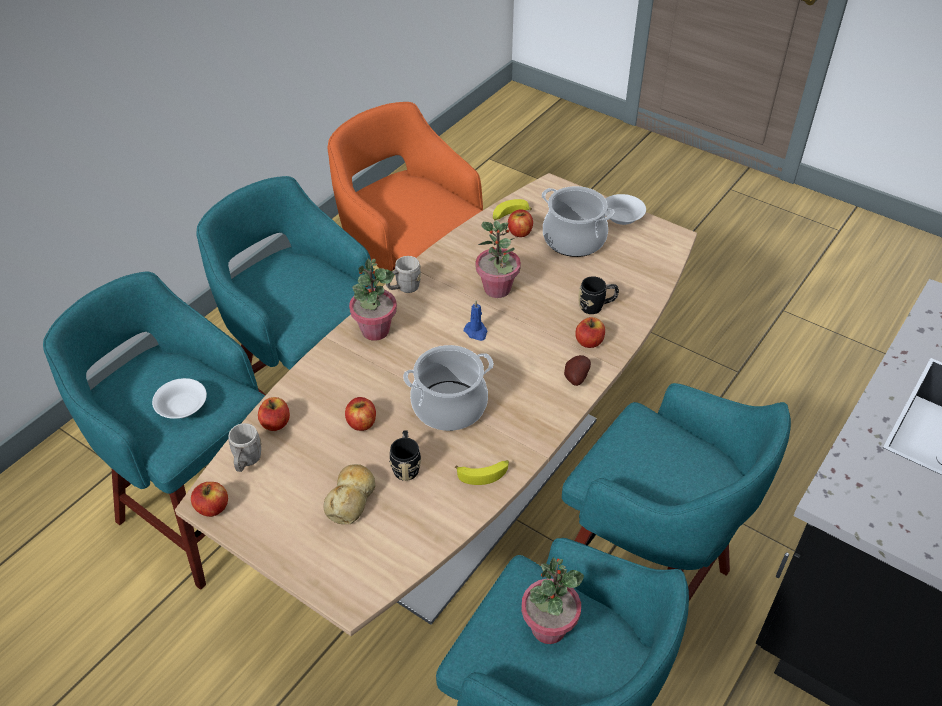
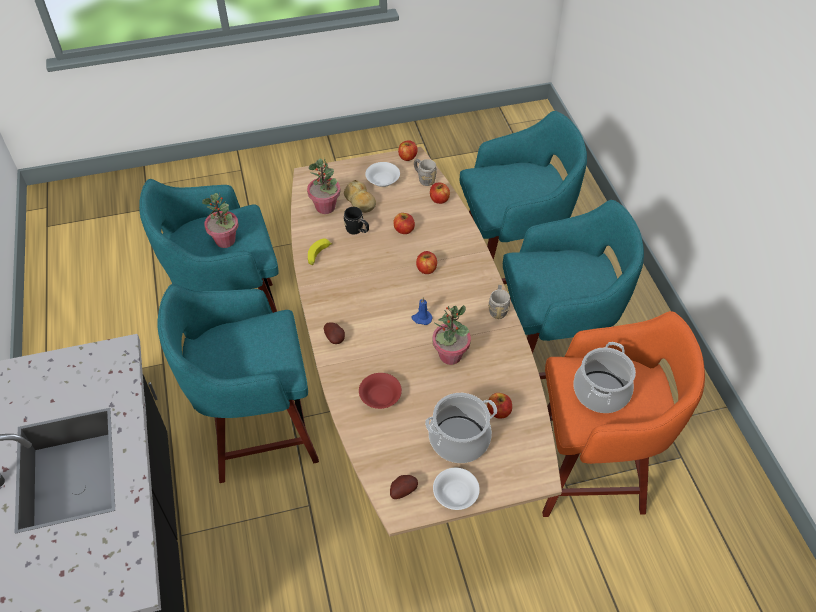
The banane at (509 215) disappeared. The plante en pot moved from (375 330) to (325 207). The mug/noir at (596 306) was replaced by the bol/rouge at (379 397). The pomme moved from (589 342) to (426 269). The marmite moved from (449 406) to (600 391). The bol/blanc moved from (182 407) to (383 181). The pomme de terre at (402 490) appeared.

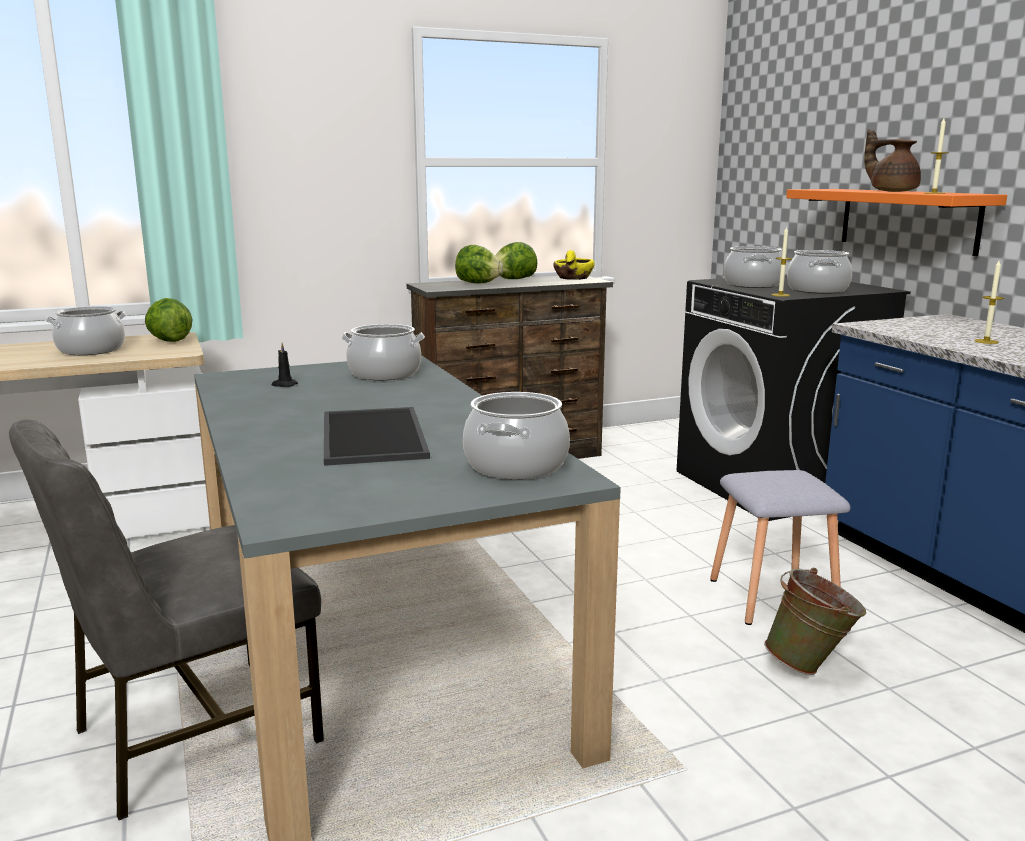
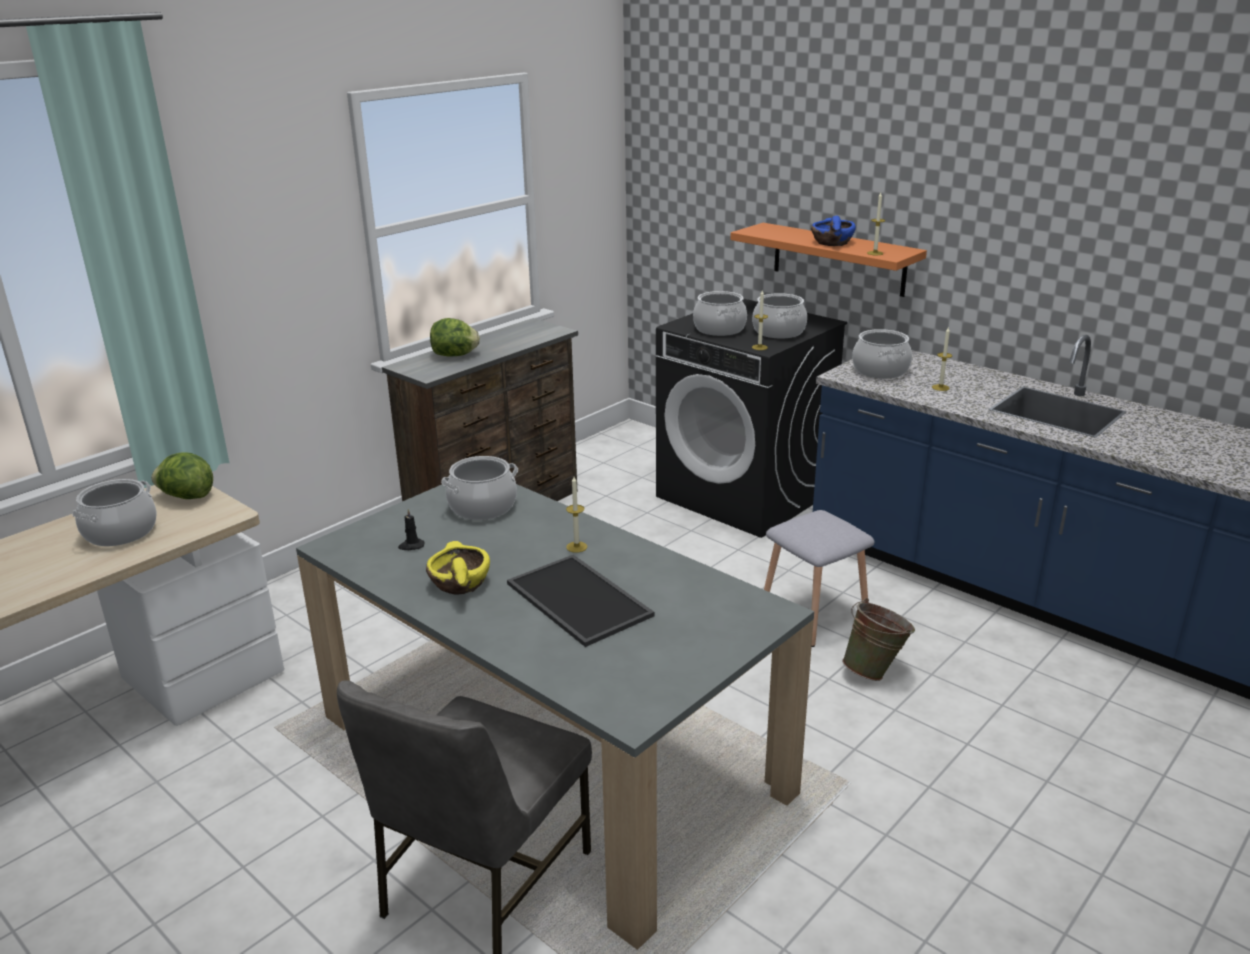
The théière/marron at (891 191) was replaced by the bol/bleu at (832 242). The laitue at (514 279) disappeared. The bol/jaune moved from (573 278) to (459 583). The marmite moved from (516 465) to (881 370). The bougie at (576 547) appeared.

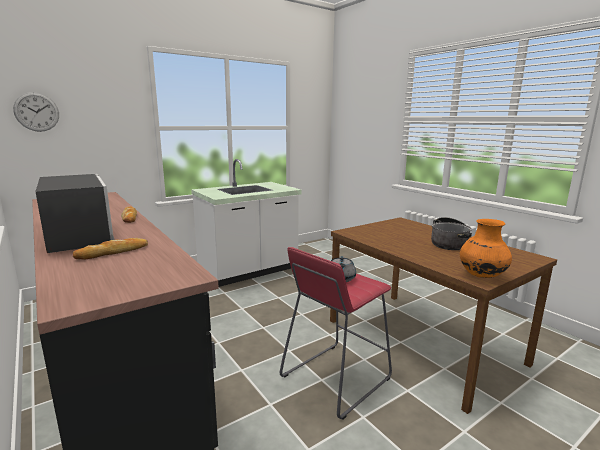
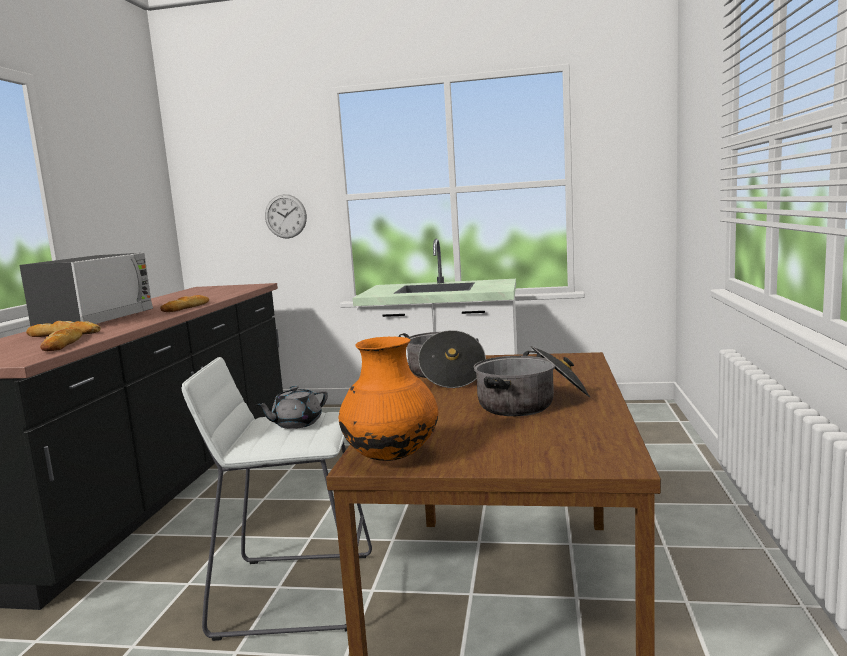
The horloge murale moved from (36 112) to (285 216). The tabouret/rouge at (335 378) became the tabouret/blanc at (295 593). The pain at (63 344) appeared. The marmite at (443 375) appeared.

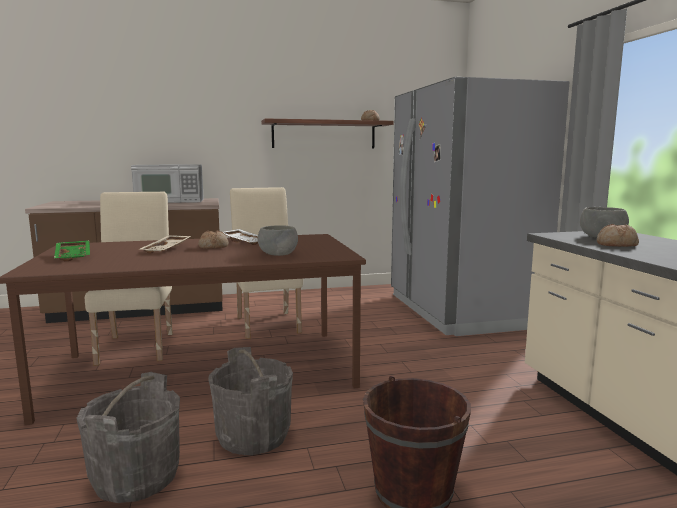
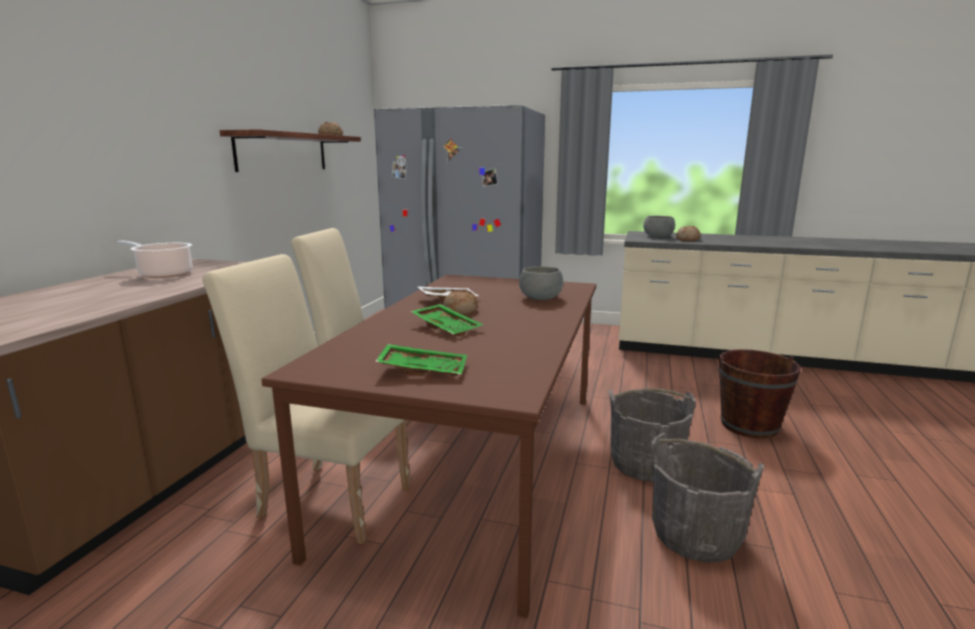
The micro-ondes at (170 201) was replaced by the marmite at (163 274). The plateau/beige at (167 249) became the plateau/vert at (447 327).

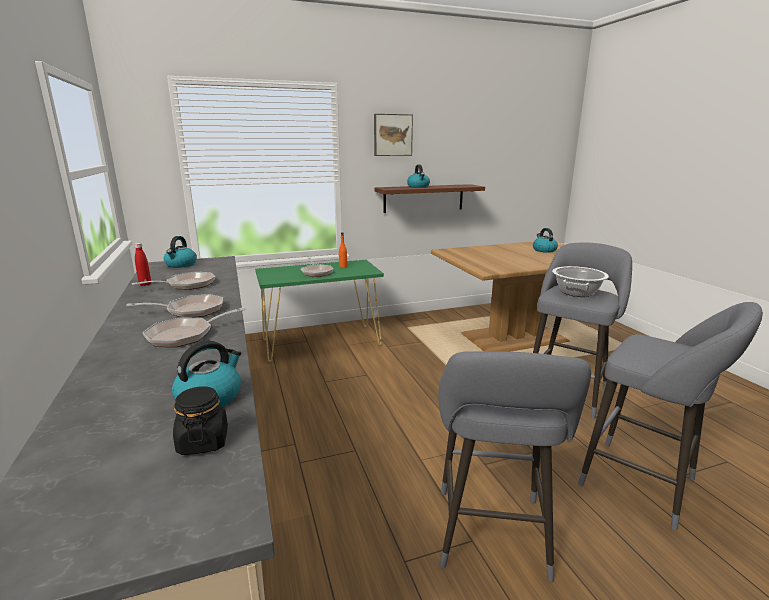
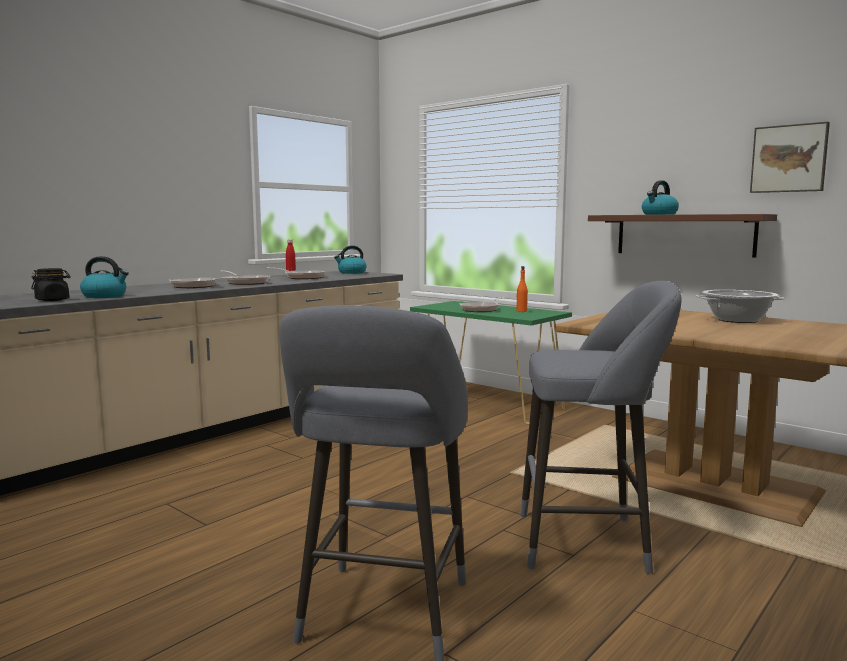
The tableau moved from (392 135) to (789 159). The bouilloire at (544 250) disappeared. The marmite moved from (576 292) to (737 320). The tabouret/gris at (492 538) disappeared.

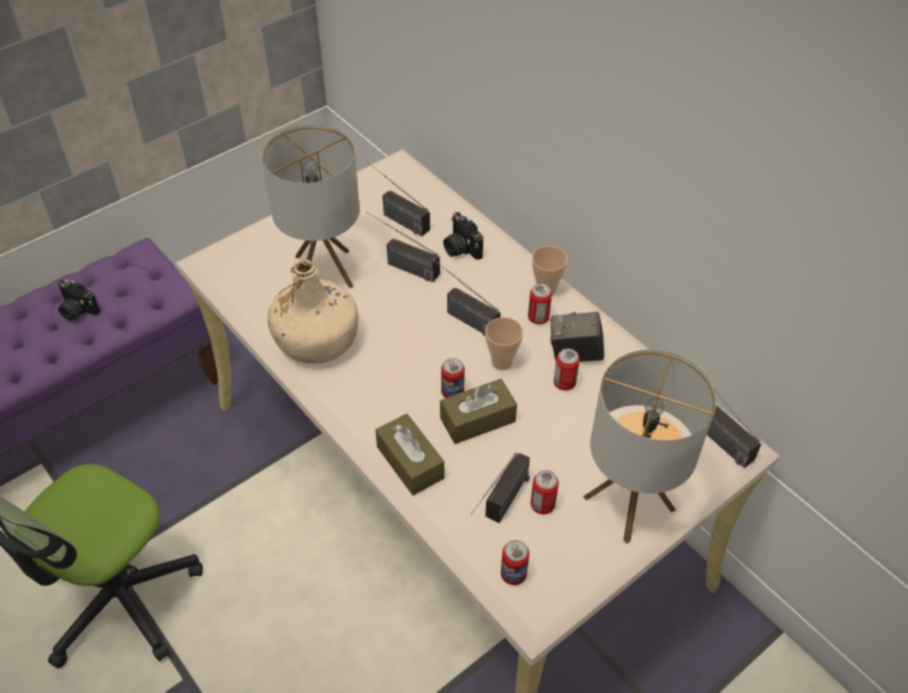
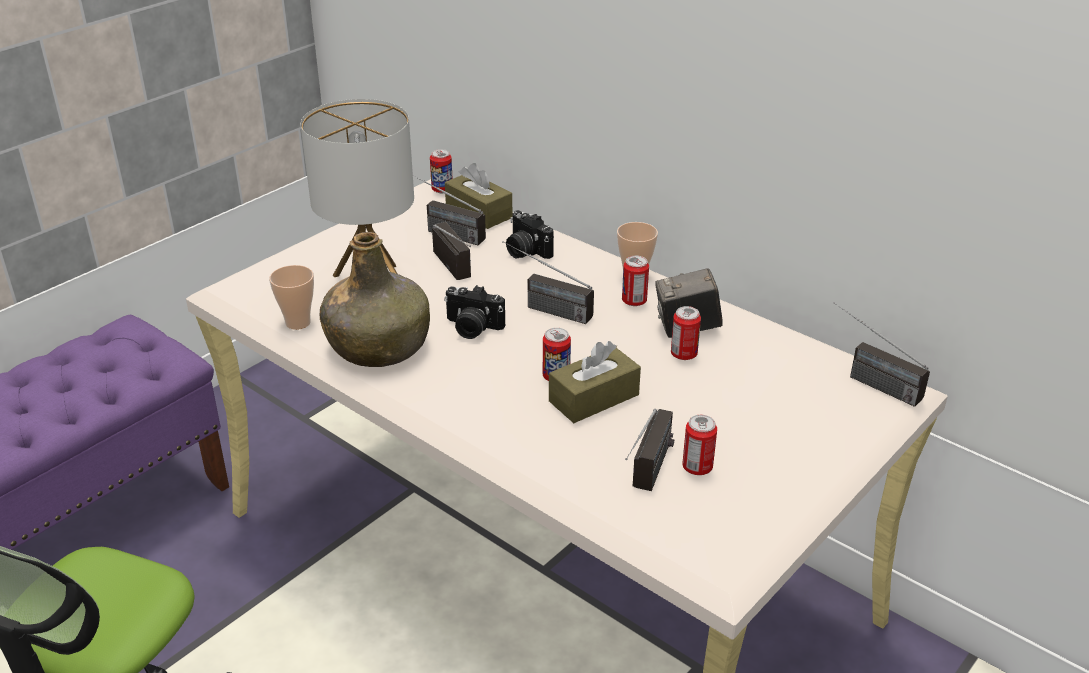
The radio at (400 265) turned 135 degrees counterclockwise. The bouteille/beige at (317 339) became the bouteille/vert at (379 346). The appareil photo moved from (77 310) to (472 328). The tasse moved from (502 362) to (298 323). The lampe de table at (628 503) disappeared. The boîte à mouchoirs/marron moved from (410 462) to (478 212). The boîte métallique moved from (513 574) to (442 190).

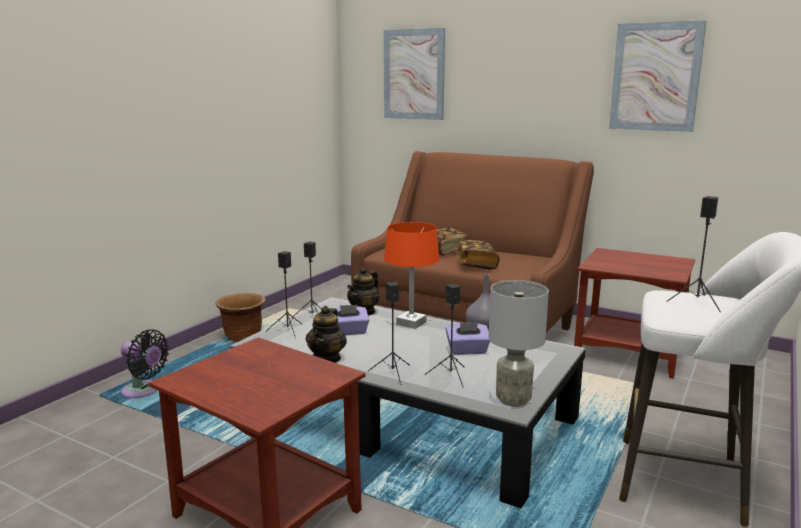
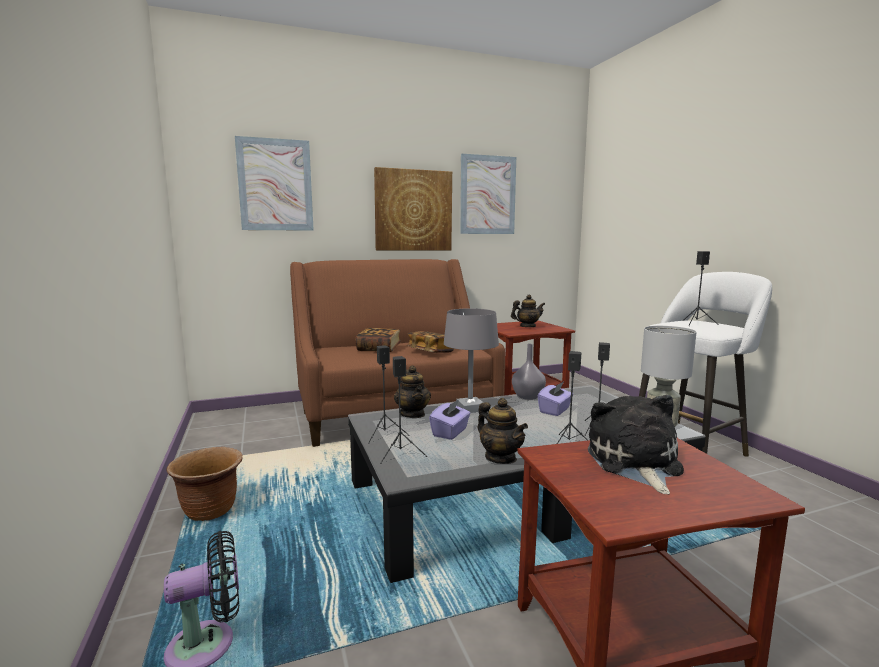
The lampe de table/orange at (411 323) became the lampe de table/gris at (470 408). The tableau at (413 210) appeared. The théière at (527 326) appeared. The peluche at (634 463) appeared.

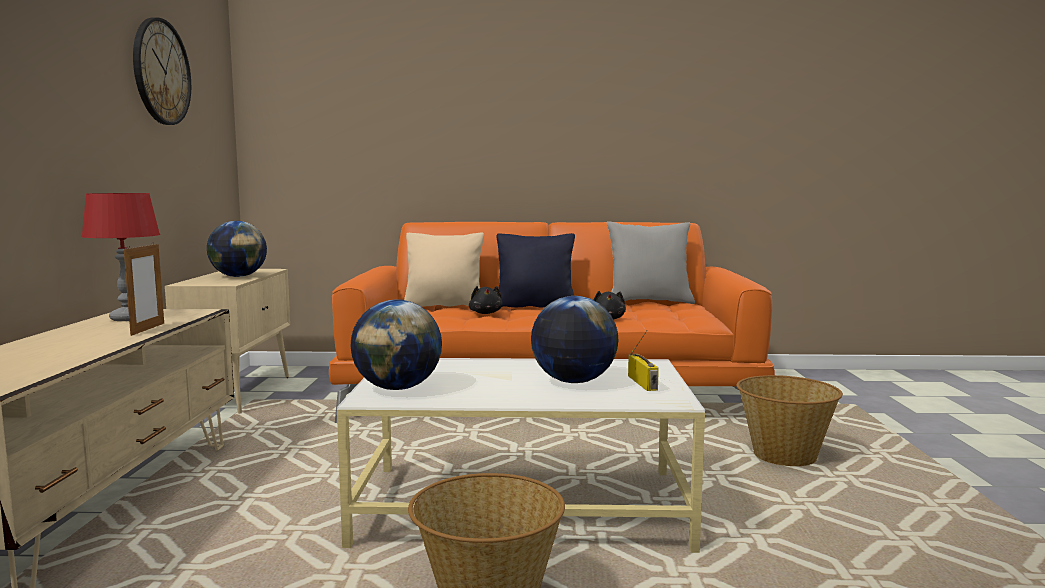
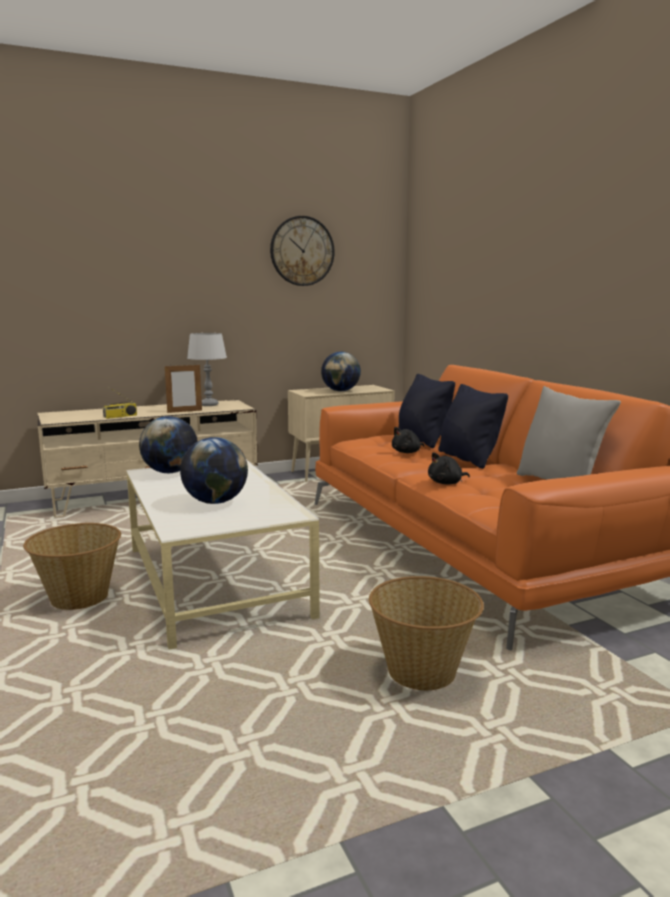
The lampe de table/rouge at (128 318) became the lampe de table/gris at (209 405). The coussin/beige at (444 305) became the coussin/noir at (422 440). The radio moved from (643 383) to (120 416).

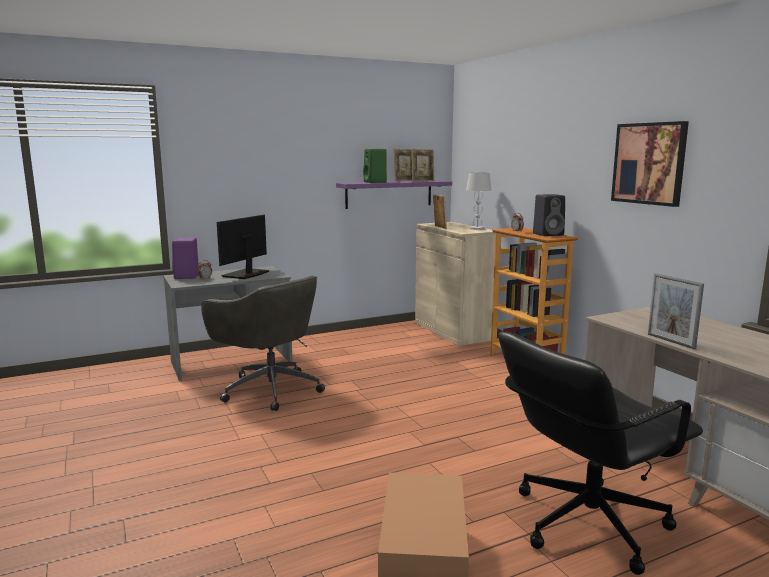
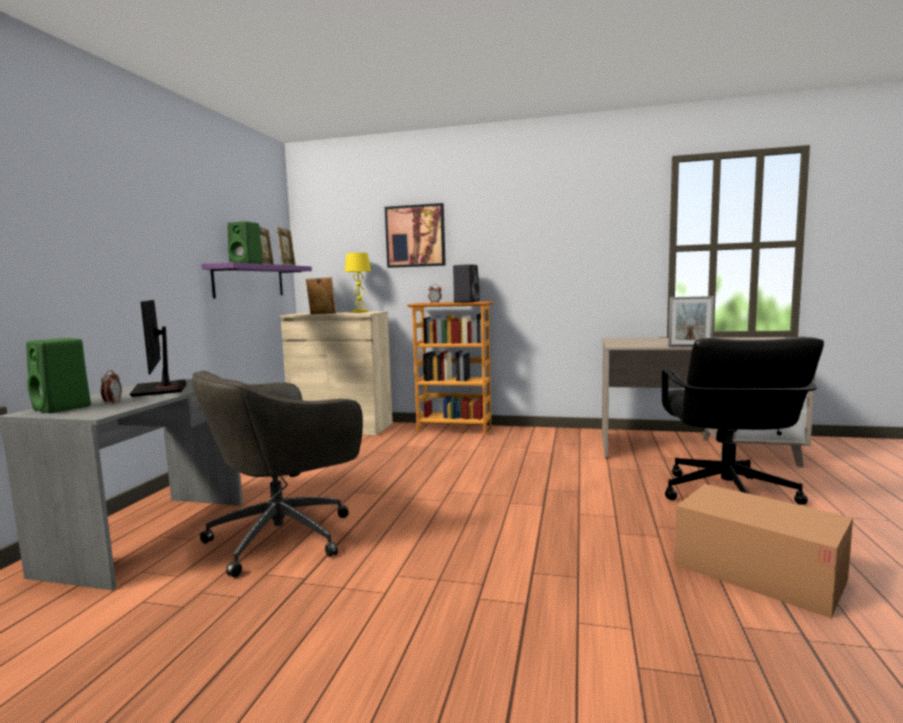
The tableau moved from (649 163) to (415 236). The lampe de table/blanc at (477 228) became the lampe de table/jaune at (360 312). The enceinte/violet at (187 277) became the enceinte/vert at (63 408). The chaise de bureau/gris at (270 389) turned 150 degrees clockwise.

